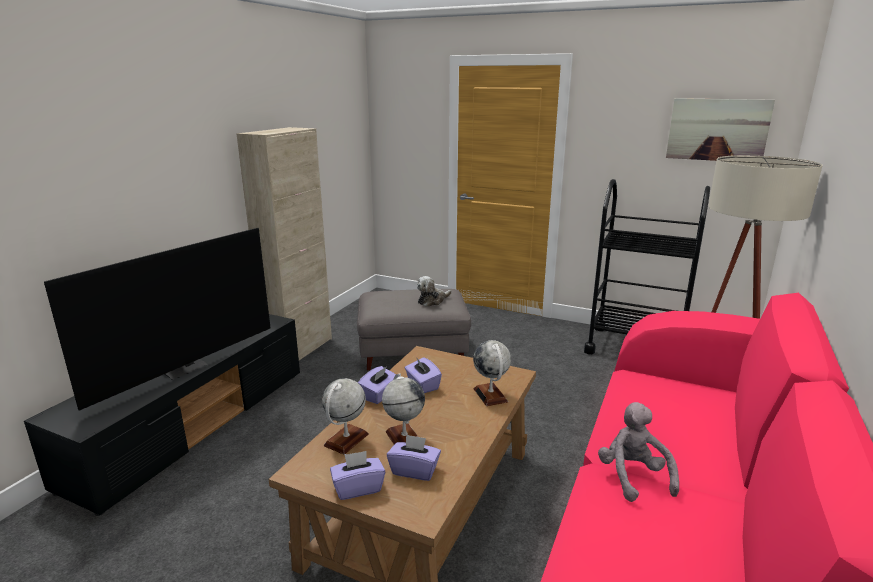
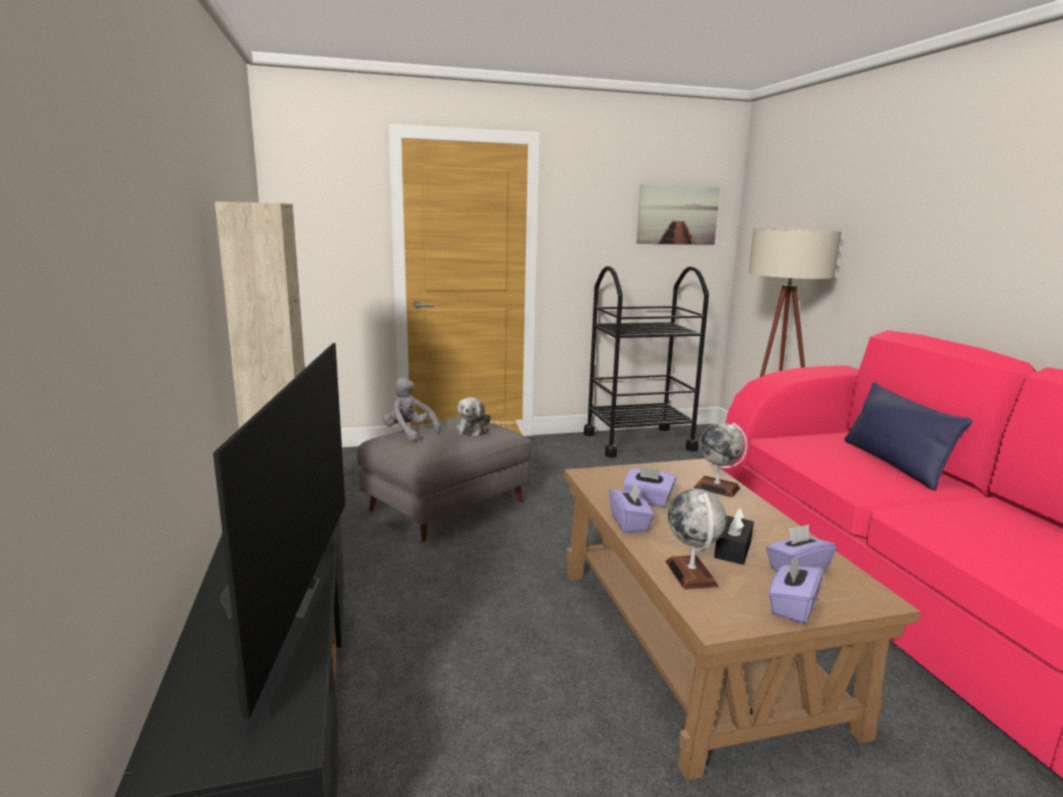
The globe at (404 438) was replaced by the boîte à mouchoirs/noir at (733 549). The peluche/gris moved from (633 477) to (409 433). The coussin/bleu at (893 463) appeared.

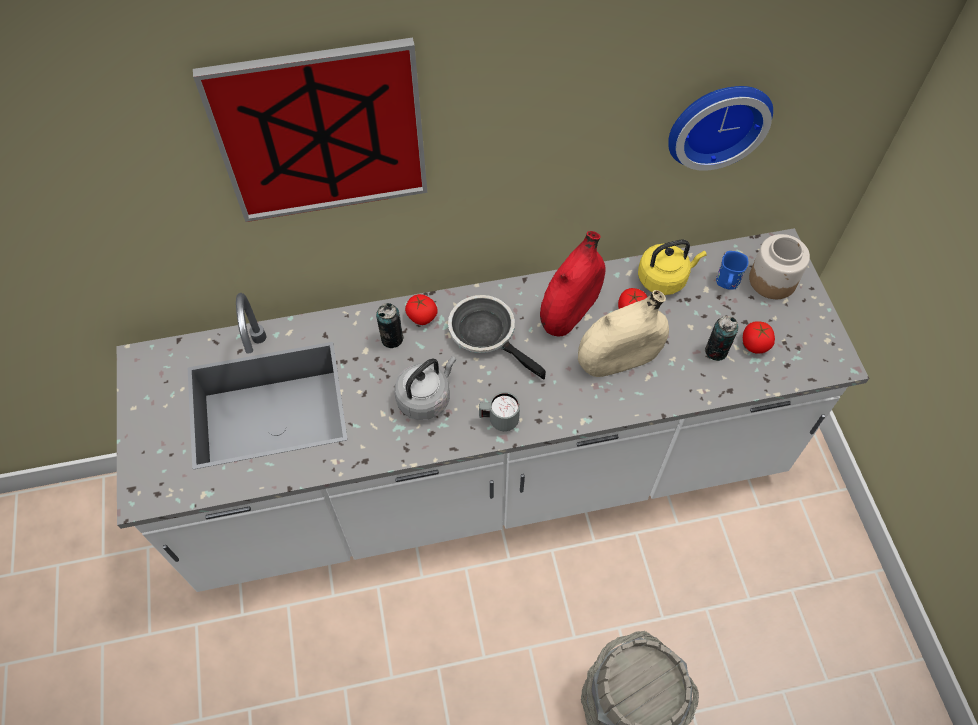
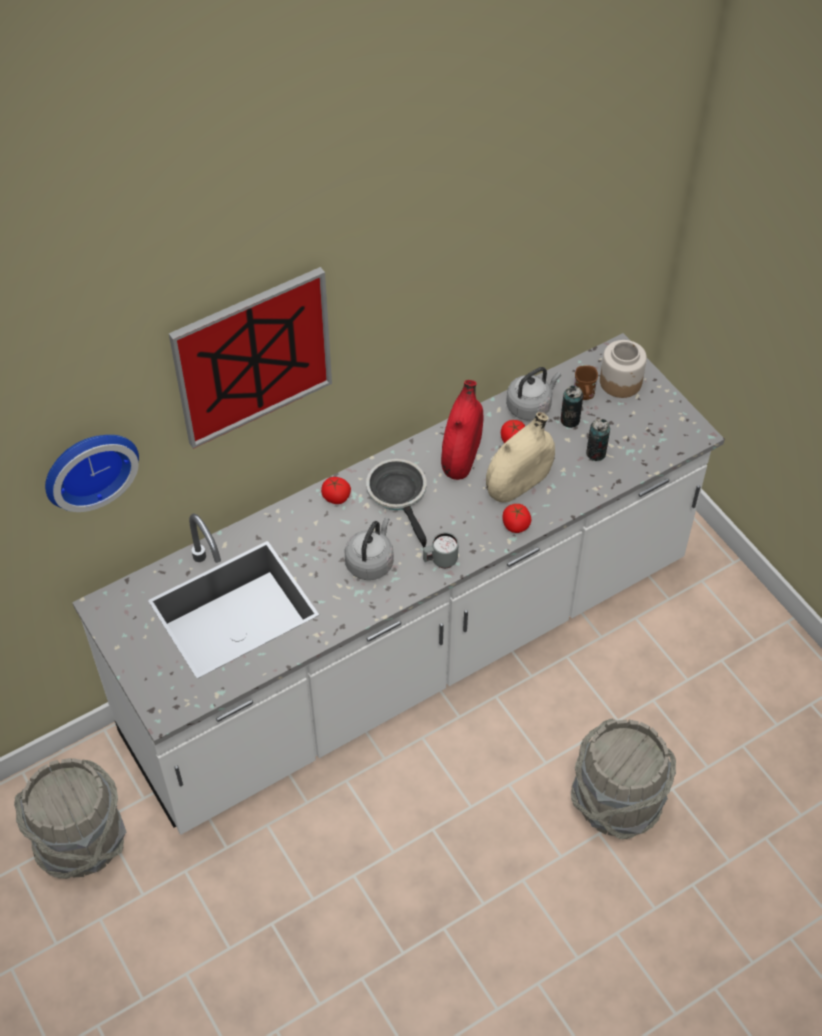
The horloge murale moved from (716 121) to (88 466). The bouilloire/jaune at (664 278) became the bouilloire/gris at (530 406). The mug/bleu at (727 283) became the mug/marron at (584 395). The poêle at (487 334) turned 45 degrees clockwise. The boîte métallique moved from (392 339) to (570 420). The tomate moved from (754 344) to (515 525). The seau/gris at (82 841) appeared.

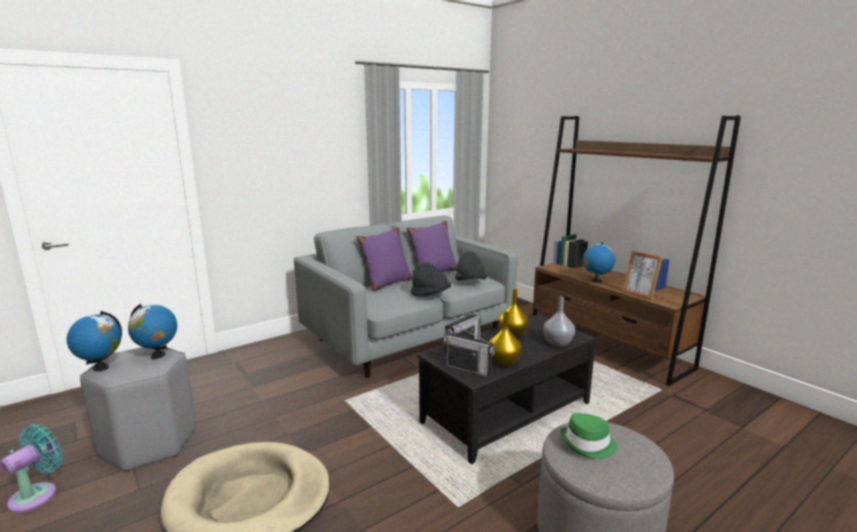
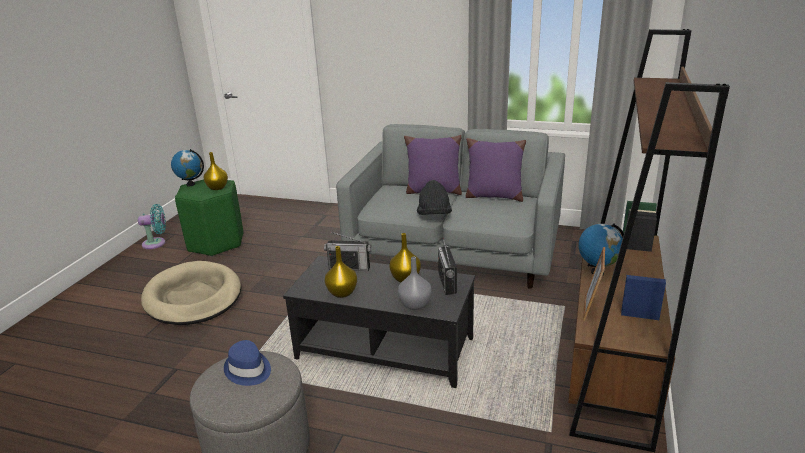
The chapeau/noir at (470 282) disappeared. The globe at (157 355) was replaced by the vase/jaune at (217 188). The radio moved from (469 369) to (447 283). The tabouret/gris at (150 443) became the tabouret/vert at (217 243). The chapeau/vert at (588 444) became the chapeau/bleu at (248 370).

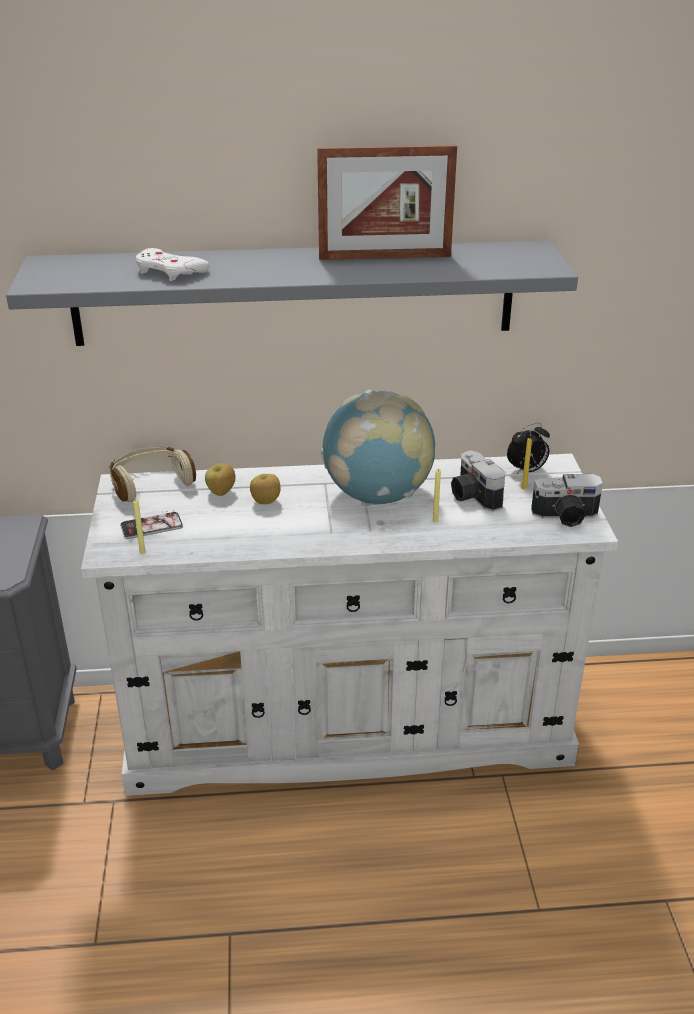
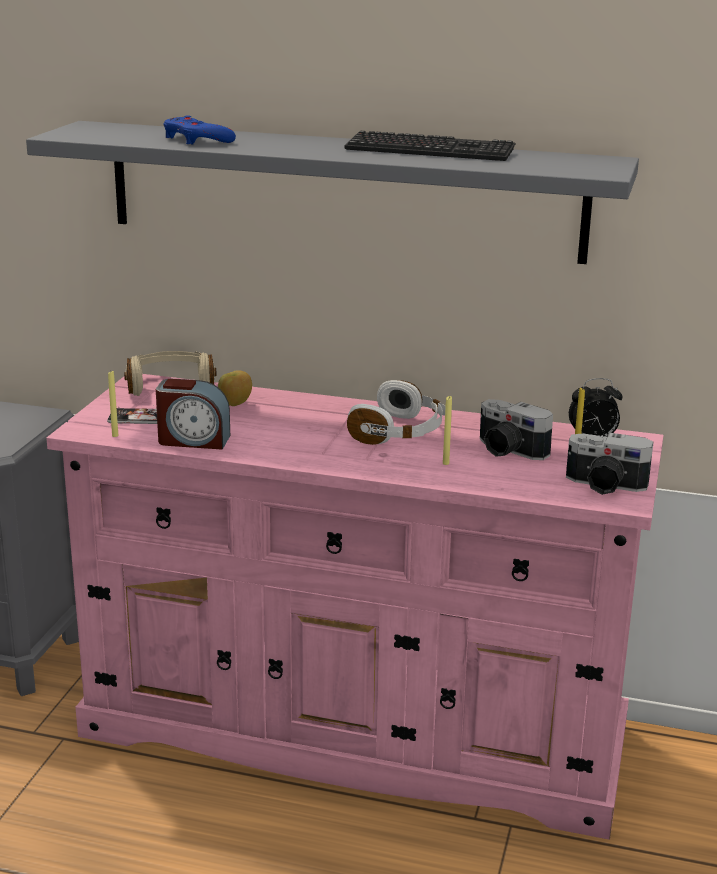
The cadre photo at (385 257) was replaced by the clavier at (429 150). The manette/blanc at (169 271) became the manette/bleu at (196 139). The globe at (378 495) was replaced by the casque audio/blanc at (400 433). The appareil photo at (472 496) turned 45 degrees counterclockwise. The commode/blanc at (350 726) became the commode/rose at (357 732). The pomme at (265 502) disappeared. The réveil at (193 440) appeared.

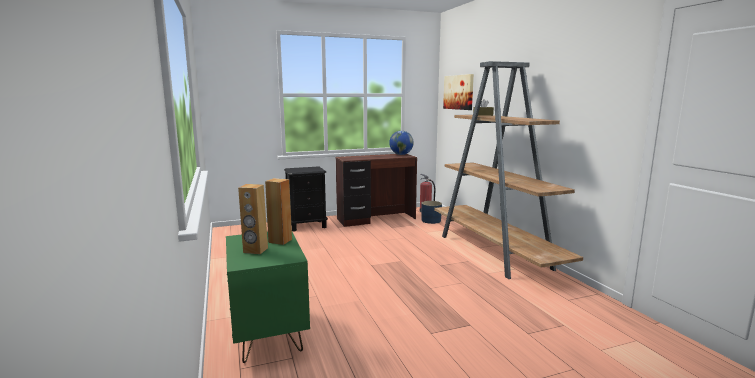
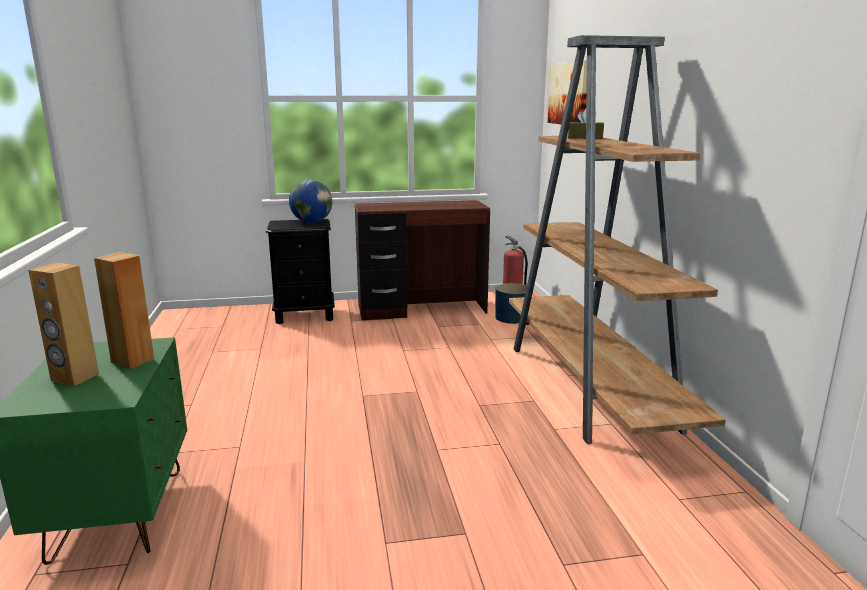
The globe moved from (401 154) to (311 222).

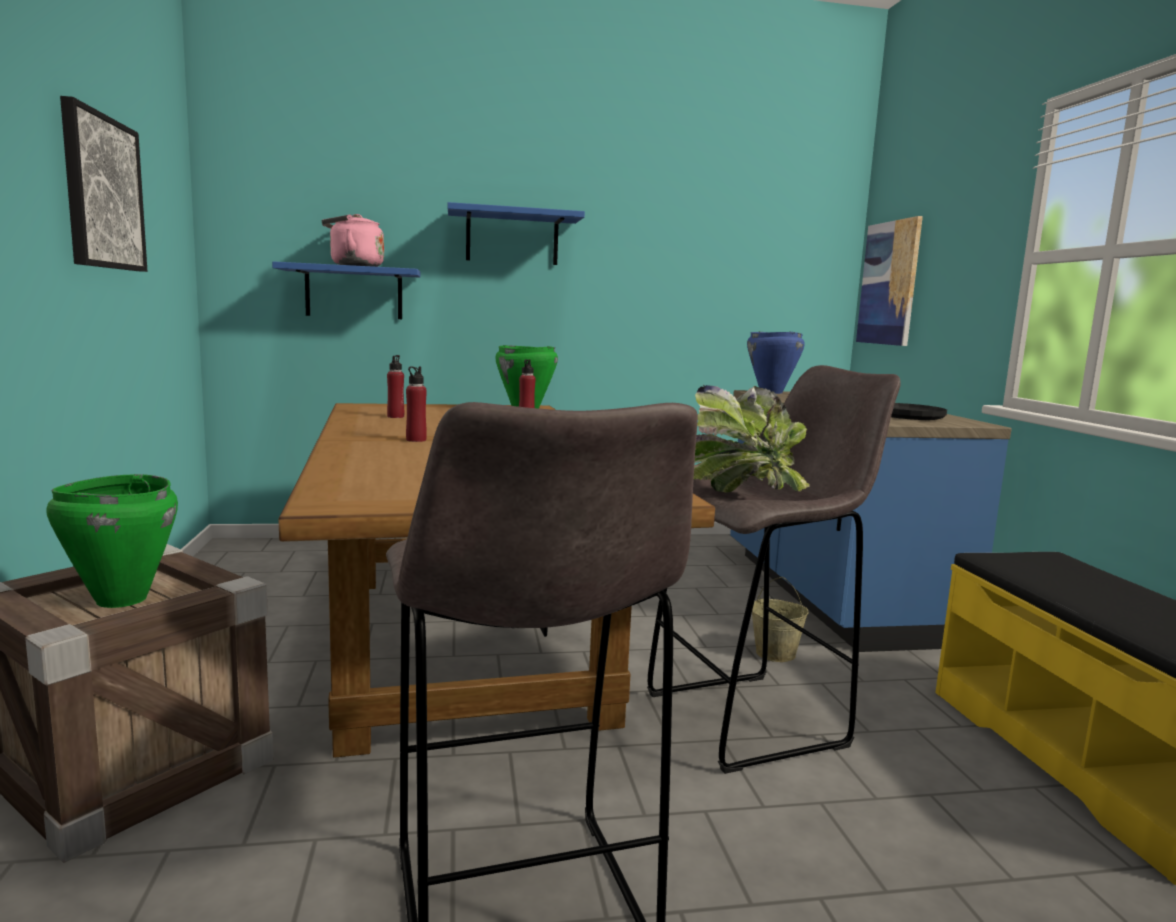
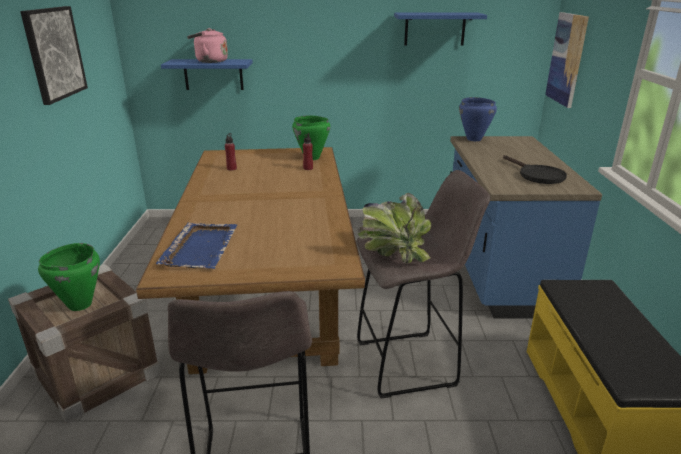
The étagère/bleu moved from (512 238) to (434 29). The bouteille/rouge at (416 440) disappeared. The seau/beige at (776 653) disappeared. The plateau/bleu at (201 247) appeared.

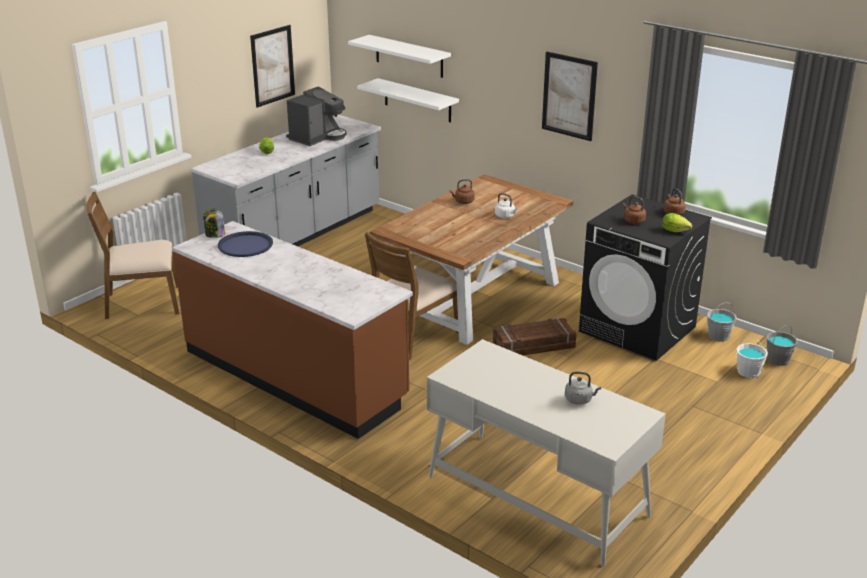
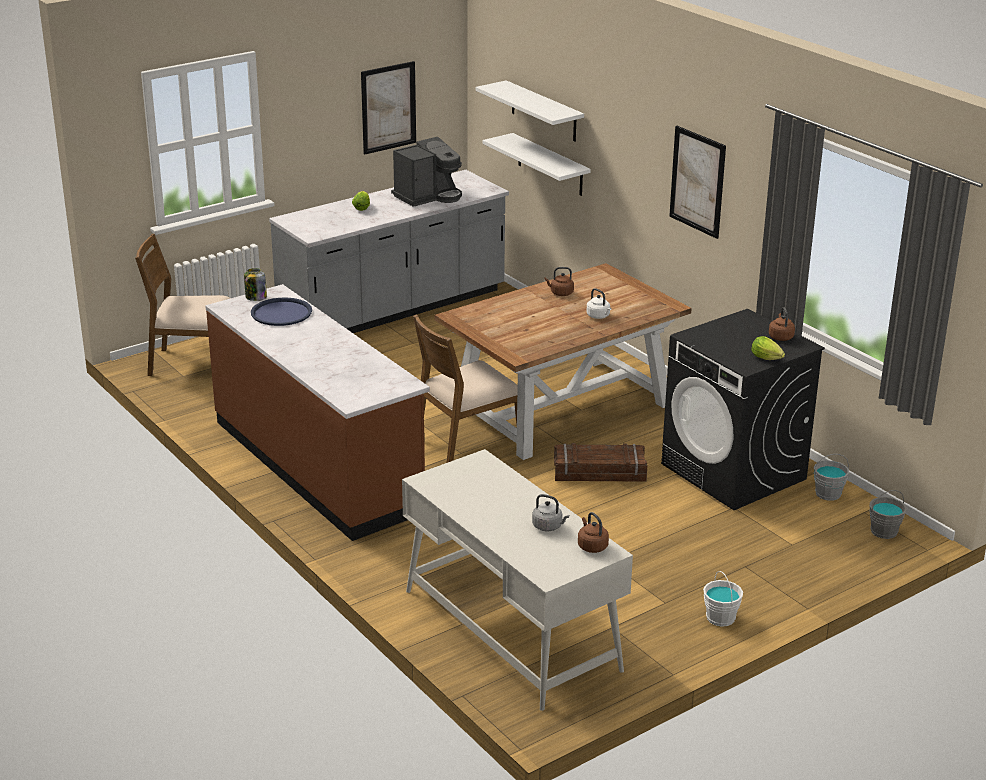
The bouilloire/marron moved from (633 221) to (591 546). The seau/blanc moved from (748 372) to (721 618).

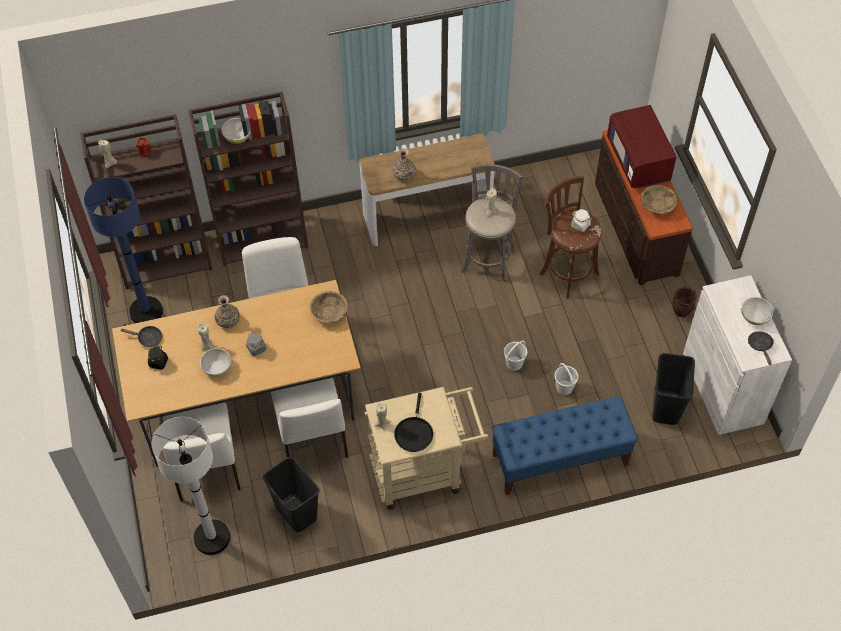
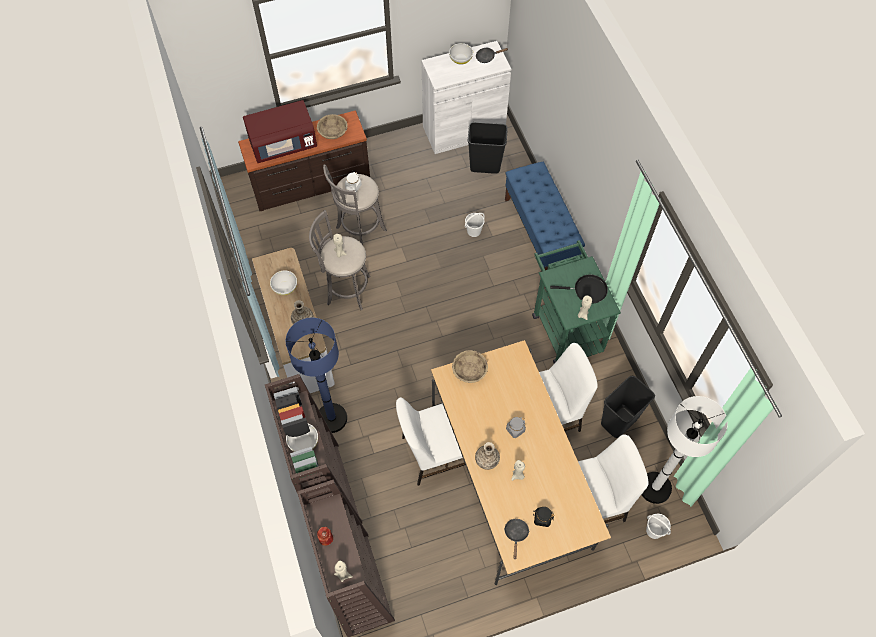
The tabouret/marron at (567 272) became the tabouret/gris at (359 230). The lampadaire/bleu moved from (146 311) to (331 418). The cache-pot/marron at (681 311) disappeared. The seau/blanc moved from (514 363) to (654 531). The bol/blanc moved from (217 367) to (285 287). The chariot/beige at (424 471) became the chariot/vert at (564 327).

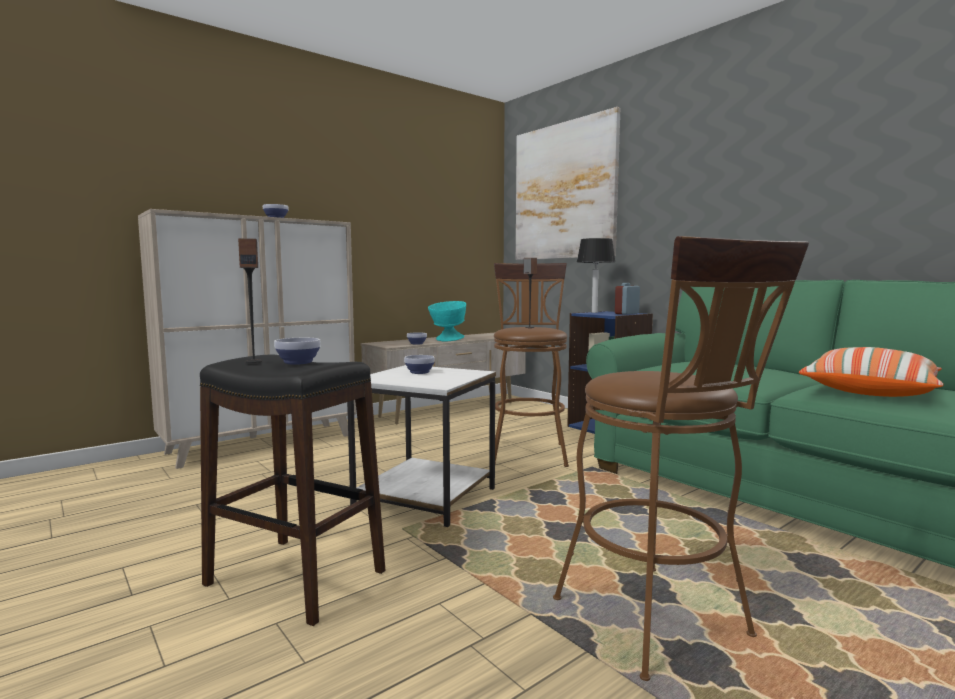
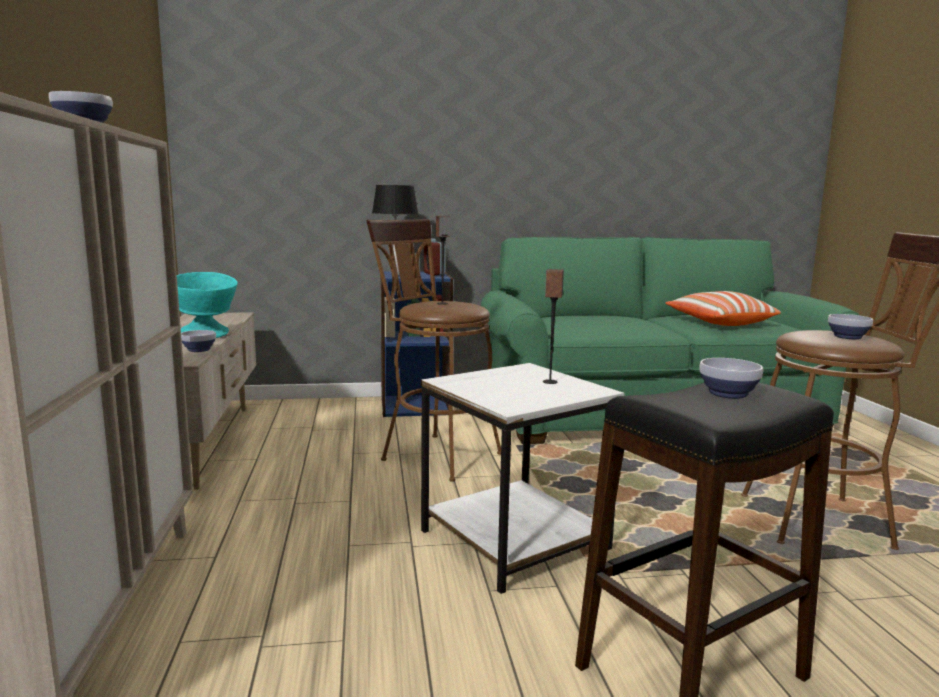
The tableau at (564 191) disappeared. The enceinte moved from (254 361) to (549 382). The bol moved from (419 372) to (849 337).

